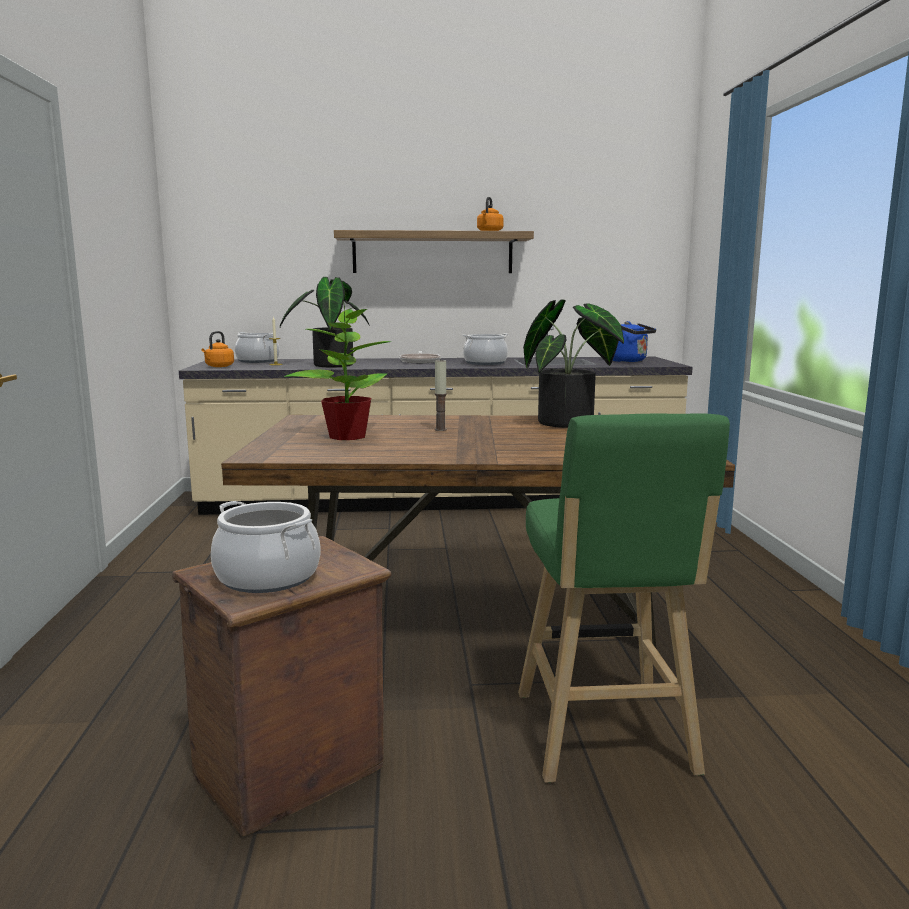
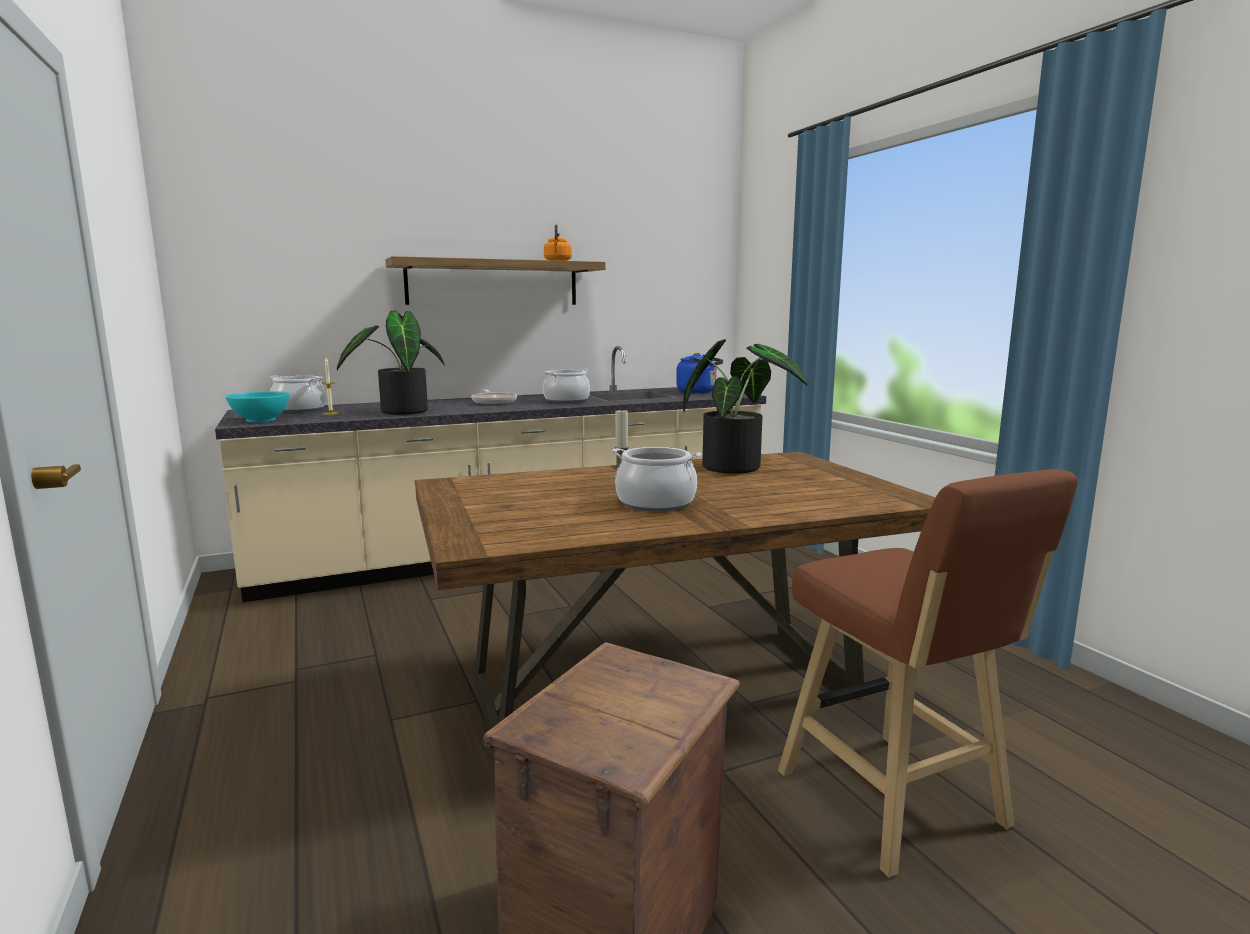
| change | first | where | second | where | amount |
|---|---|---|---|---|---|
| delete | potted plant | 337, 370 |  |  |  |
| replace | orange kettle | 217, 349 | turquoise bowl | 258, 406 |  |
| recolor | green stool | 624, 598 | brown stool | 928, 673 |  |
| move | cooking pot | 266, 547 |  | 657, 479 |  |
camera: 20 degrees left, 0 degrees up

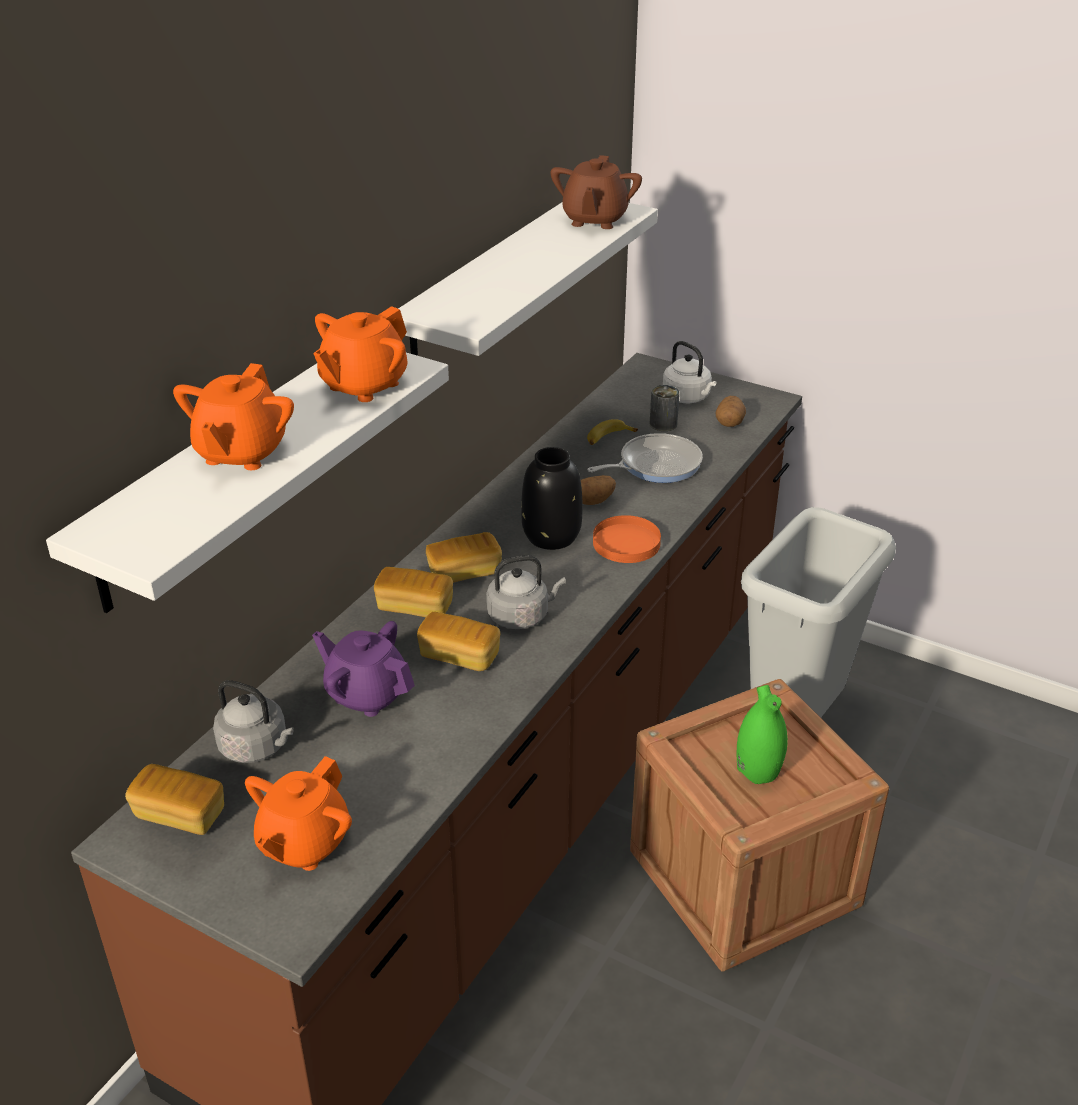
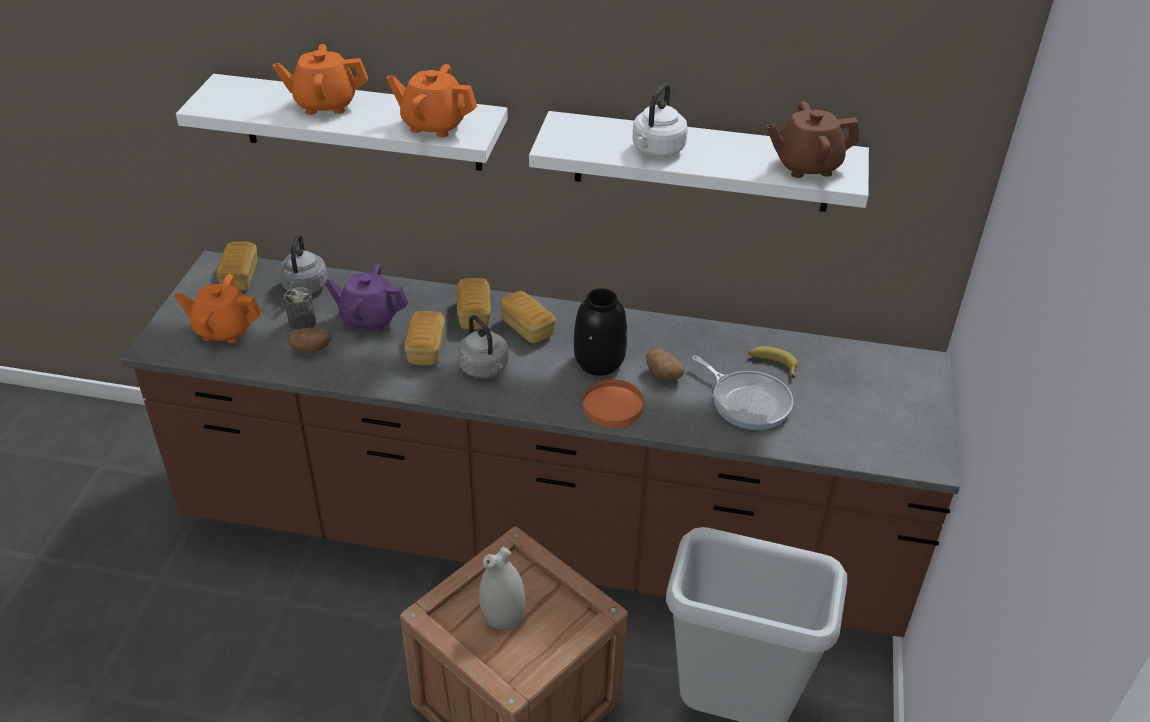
| change | first | where | second | where | amount |
|---|---|---|---|---|---|
| move | white kettle | 690, 372 |  | 660, 120 |  |
| move | can | 665, 408 |  | 300, 308 |  |
| move | potato | 730, 411 |  | 309, 340 |  |
| rotate | purple teapot | 363, 669 |  | 366, 297 | 90 degrees counterclockwise |
| recolor | green vase | 762, 734 | white vase | 502, 588 |  |
camera: 70 degrees right, 5 degrees up

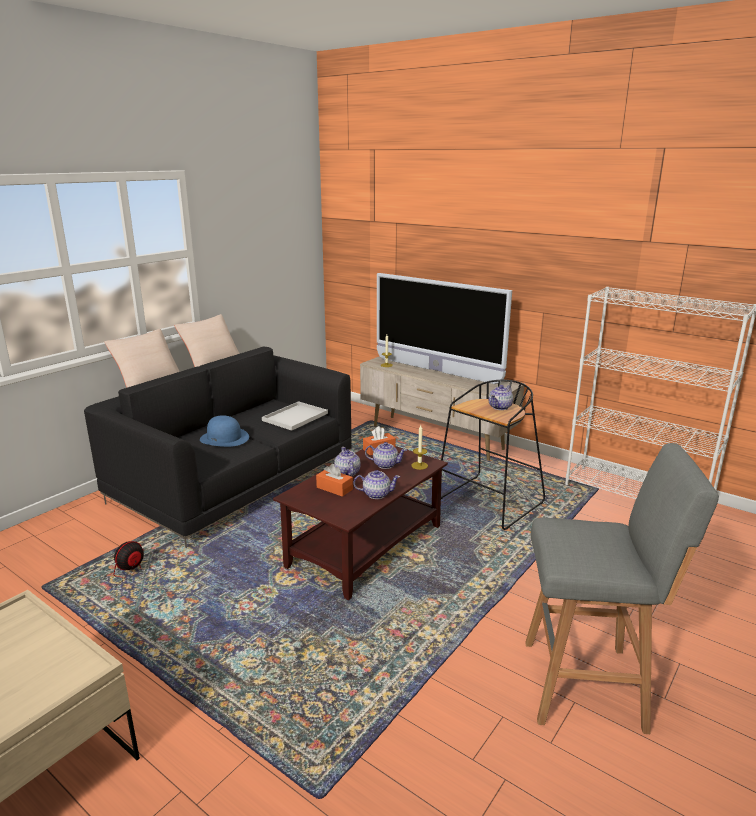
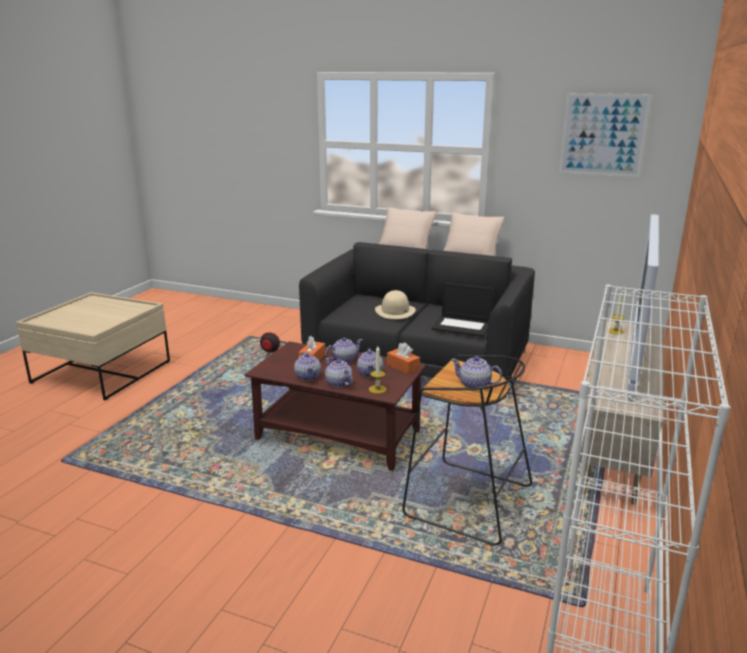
| change | first | where | second | where | amount |
|---|---|---|---|---|---|
| replace | white tray | 295, 416 | laptop | 462, 309 |  |
| recolor | blue hat | 224, 431 | beige hat | 395, 304 |  |
| delete | grey stool | 622, 588 |  |  |  |
| insert |  |  | picture | 605, 135 |  |
| insert |  |  | teapot | 339, 373 |  |
camera: 75 degrees right, 0 degrees up

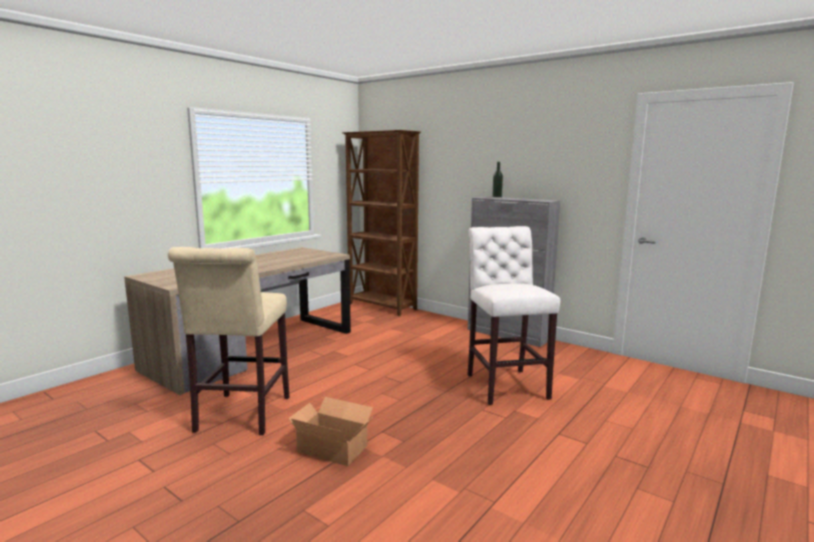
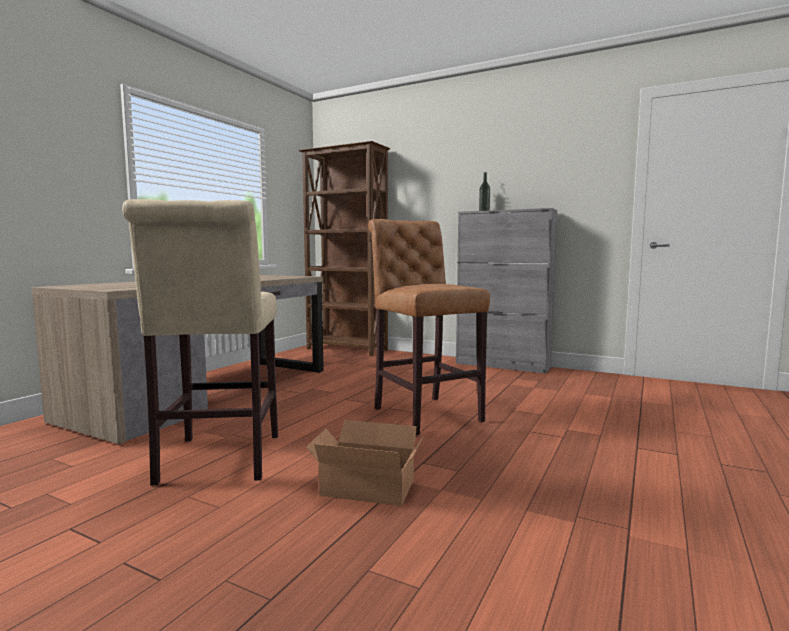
| change | first | where | second | where | amount |
|---|---|---|---|---|---|
| delete | white stool | 513, 315 |  |  |  |
| insert |  |  | brown stool | 429, 327 |  |
camera: 10 degrees left, 5 degrees down

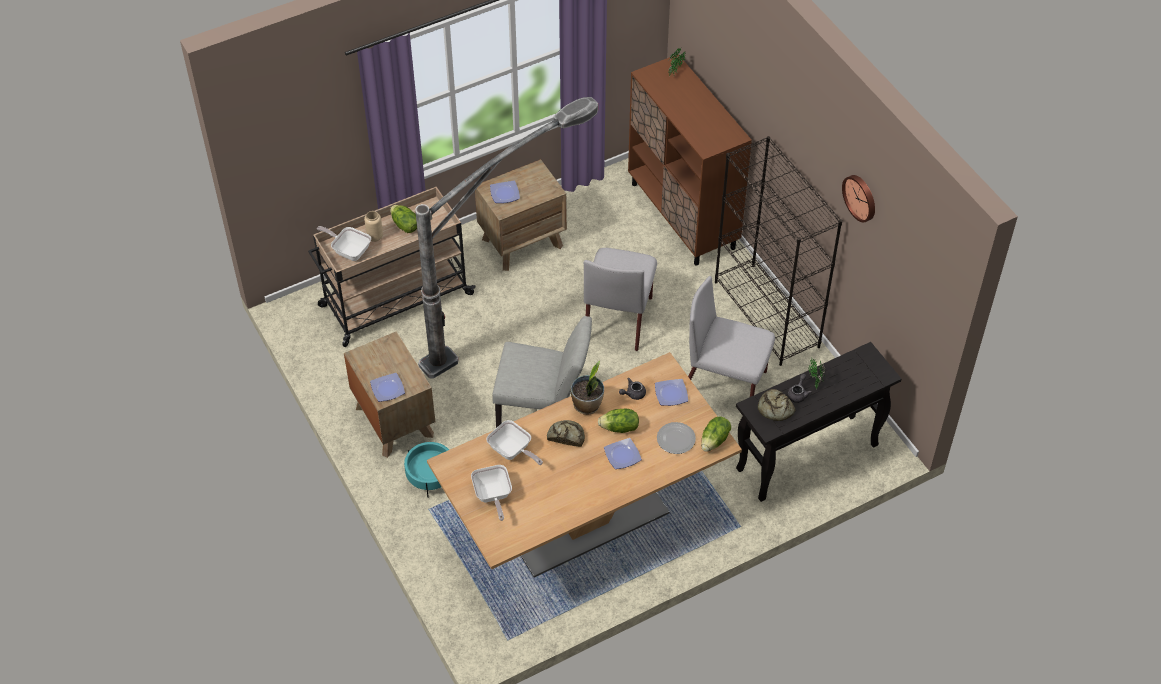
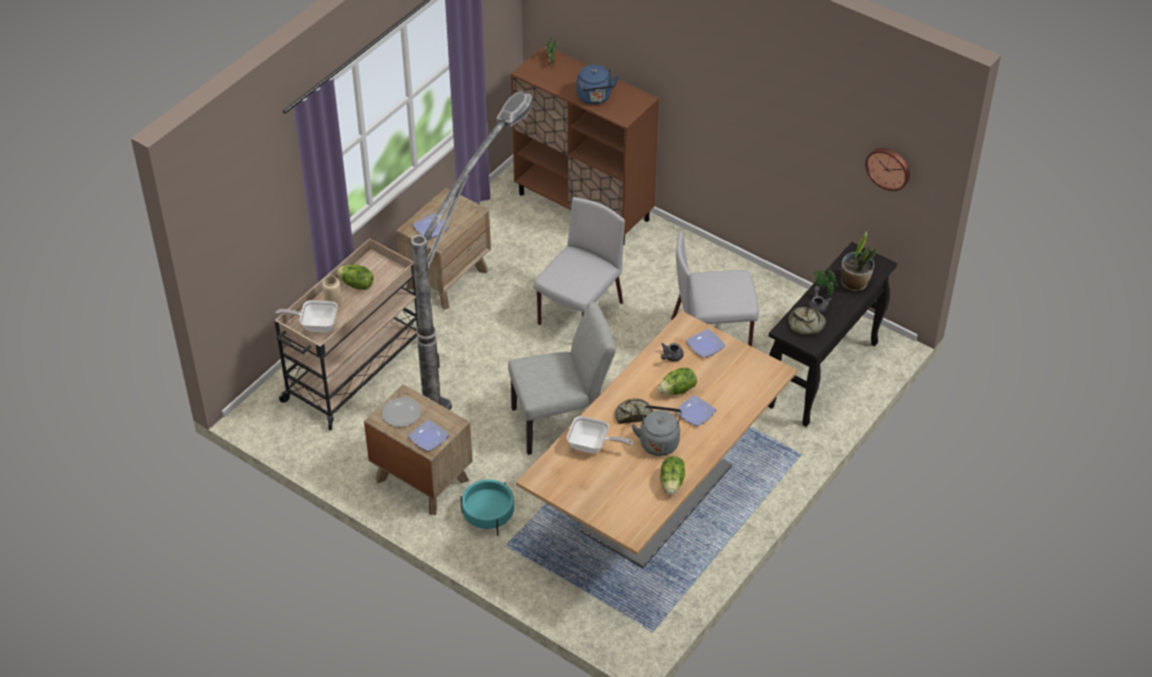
| change | first | where | second | where | amount |
|---|---|---|---|---|---|
| delete | black bookcase | 778, 251 |  |  |  |
| move | wall clock | 858, 198 |  | 887, 169 |  |
| rotate | grey chair | 620, 299 |  | 579, 261 | 135 degrees counterclockwise |
| move | potted plant | 587, 388 |  | 859, 261 |  |
| move | lettuce | 716, 434 |  | 672, 475 |  |
| move | plate | 676, 438 |  | 401, 412 |  |
| delete | frying pan | 491, 493 |  |  |  |
| insert |  |  | blue kettle | 598, 85 |  |
| insert |  |  | grey kettle | 657, 430 |  |
camera: 25 degrees left, 5 degrees down

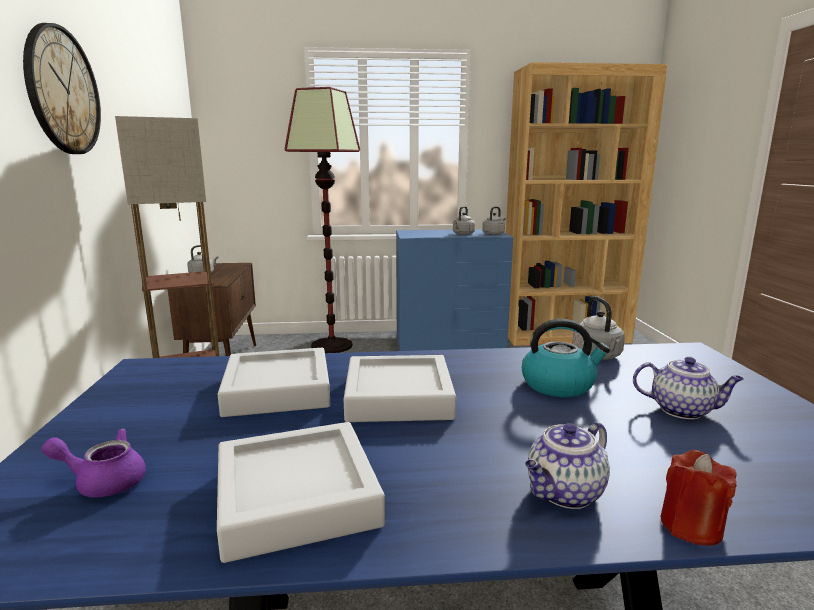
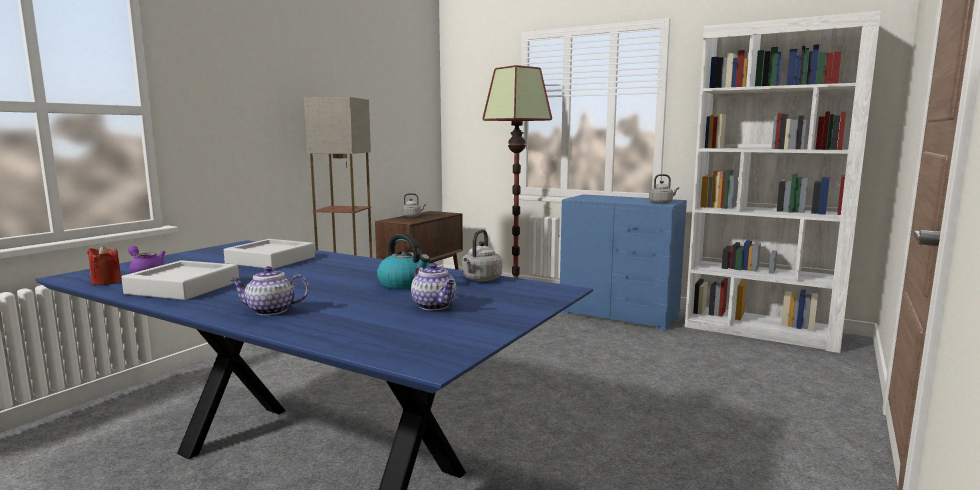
| change | first | where | second | where | amount |
|---|---|---|---|---|---|
| delete | wall clock | 62, 88 |  |  |  |
| recolor | brown bookcase | 586, 204 | white bookcase | 783, 182 |  |
| delete | grey kettle | 464, 220 |  |  |  |
| delete | grey tray | 400, 388 |  |  |  |
| move | red candle | 699, 498 |  | 104, 265 |  |
camera: 35 degrees right, 5 degrees down

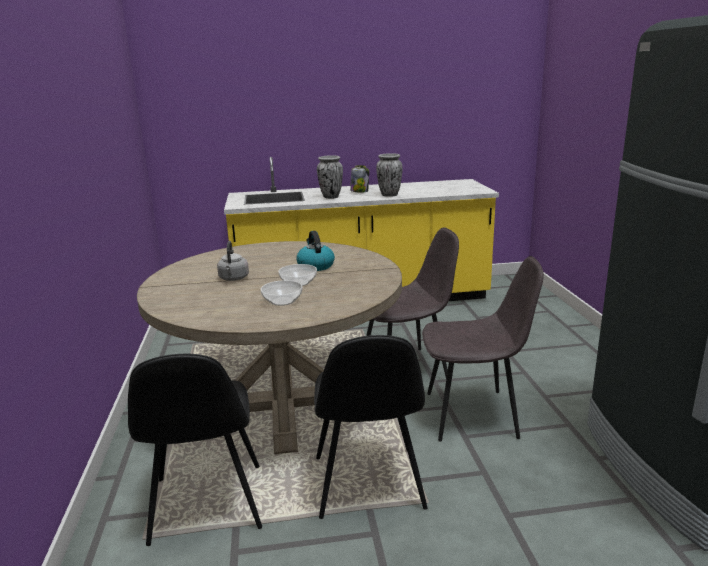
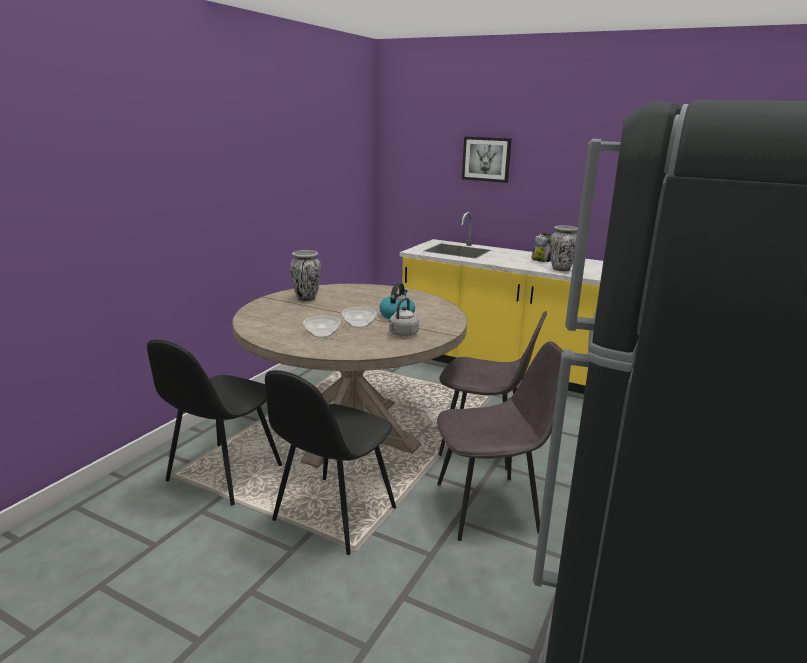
| change | first | where | second | where | amount |
|---|---|---|---|---|---|
| move | vase | 330, 177 |  | 305, 276 |  |
| move | grey kettle | 233, 261 |  | 404, 317 |  |
| rotate | grey chair | 483, 348 |  | 500, 441 | 45 degrees counterclockwise |
| insert |  |  | picture | 487, 159 |  |
camera: 35 degrees right, 0 degrees up

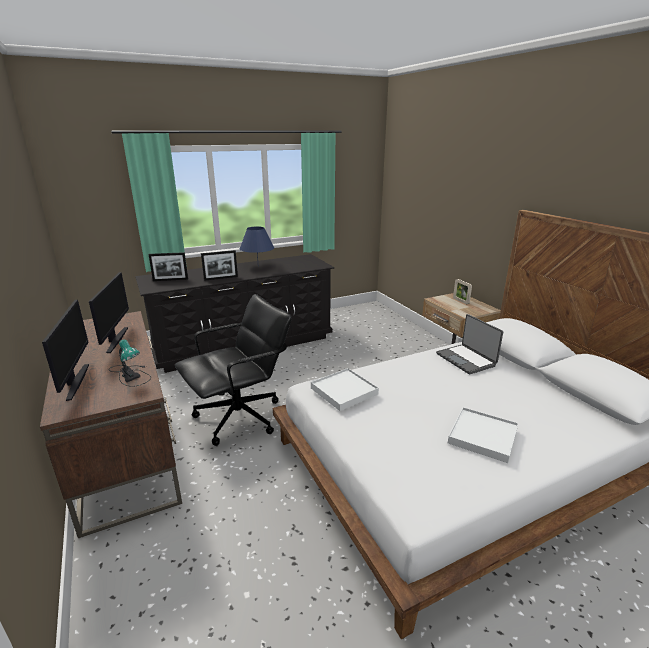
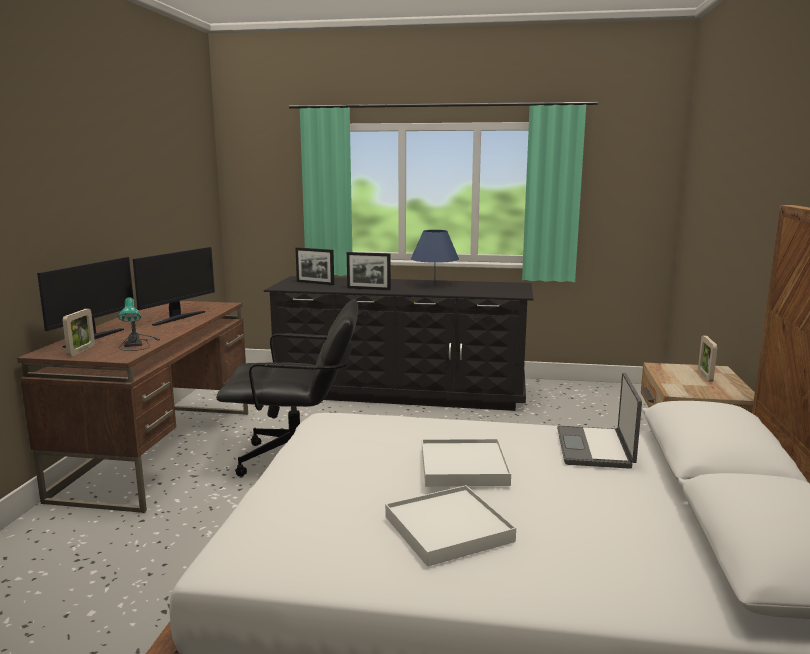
| change | first | where | second | where | amount |
|---|---|---|---|---|---|
| move | white tray | 345, 389 |  | 466, 463 |  |
| insert |  |  | picture frame | 79, 332 |  |
camera: 35 degrees right, 10 degrees down

